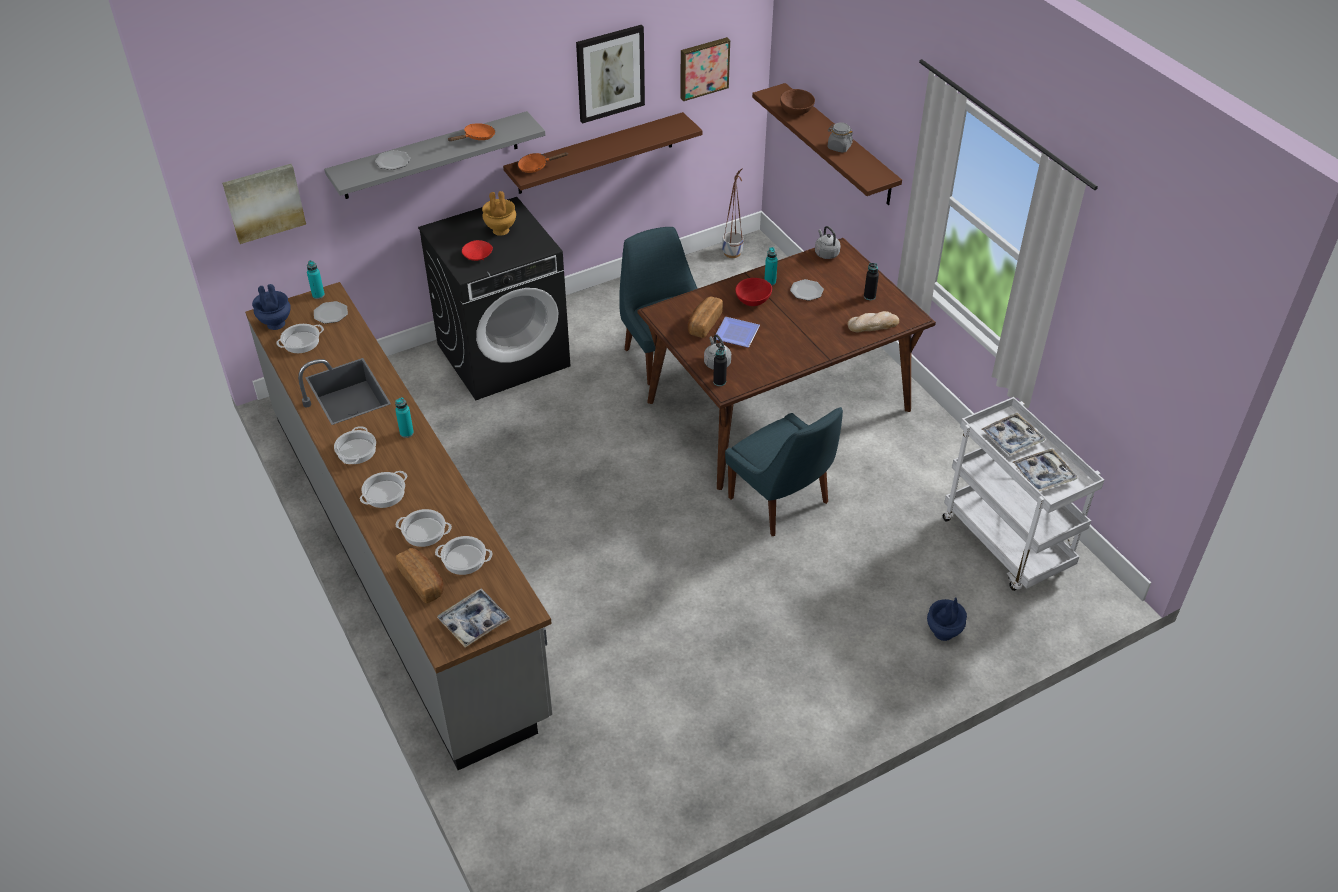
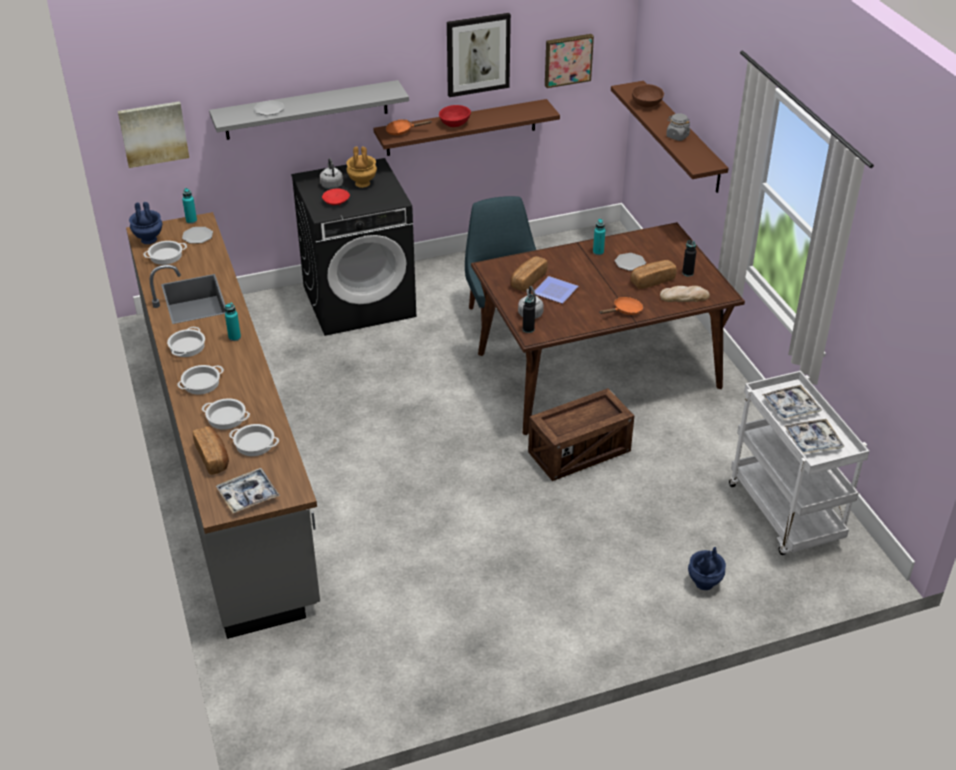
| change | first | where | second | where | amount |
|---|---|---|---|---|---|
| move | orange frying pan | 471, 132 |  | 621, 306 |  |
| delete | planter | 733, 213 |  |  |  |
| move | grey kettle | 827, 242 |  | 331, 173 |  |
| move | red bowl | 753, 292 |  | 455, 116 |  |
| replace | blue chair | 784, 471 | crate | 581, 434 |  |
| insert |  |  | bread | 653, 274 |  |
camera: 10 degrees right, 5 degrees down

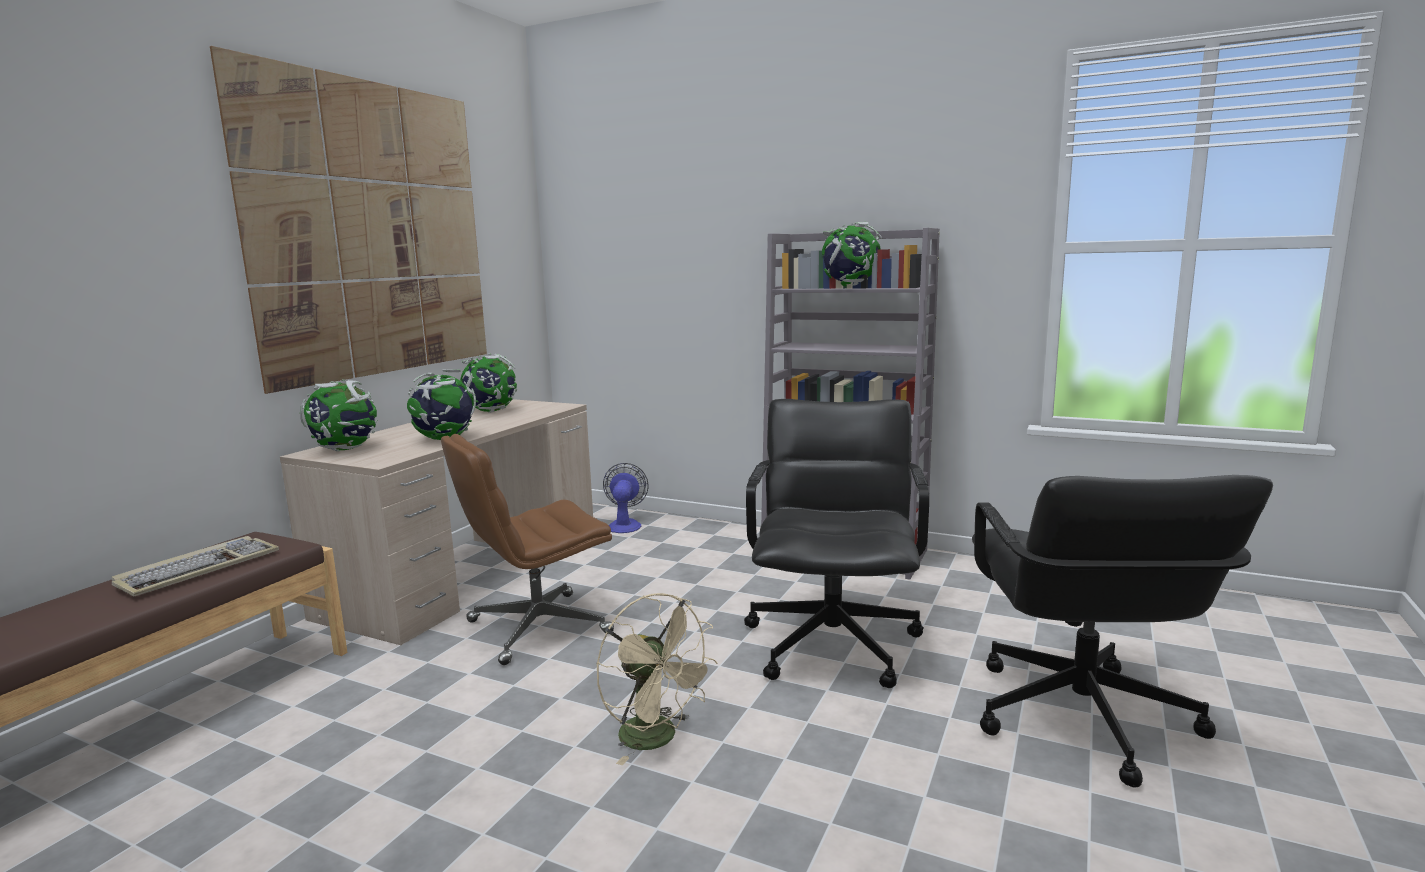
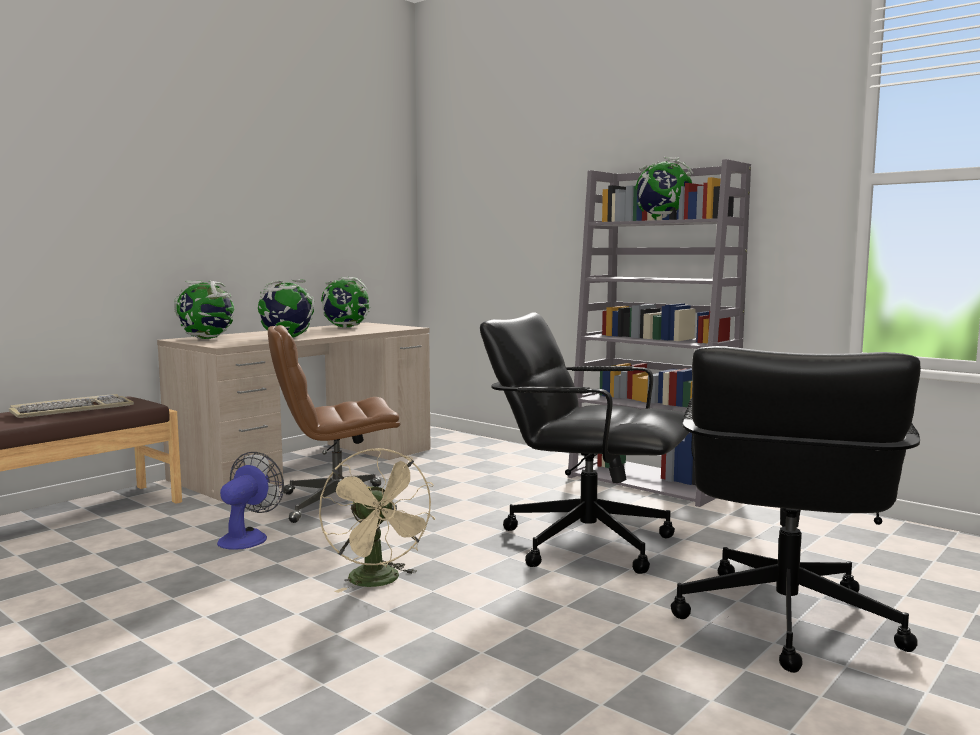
| change | first | where | second | where | amount |
|---|---|---|---|---|---|
| delete | picture | 348, 220 |  |  |  |
| rotate | black office chair | 836, 543 |  | 584, 443 | 90 degrees counterclockwise |
| move | fan | 626, 498 |  | 250, 501 |  |
camera: 15 degrees right, 5 degrees down

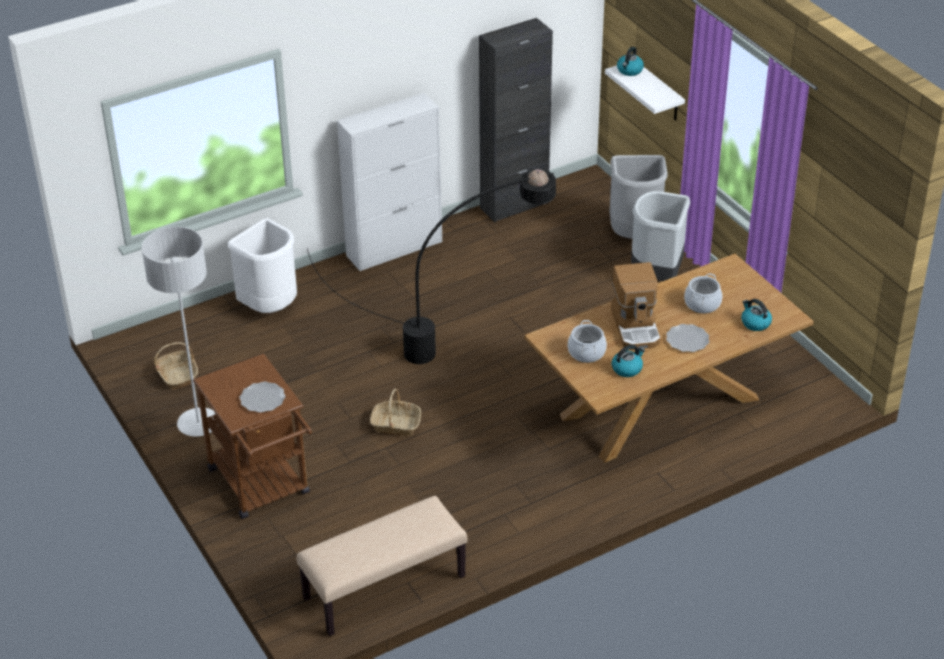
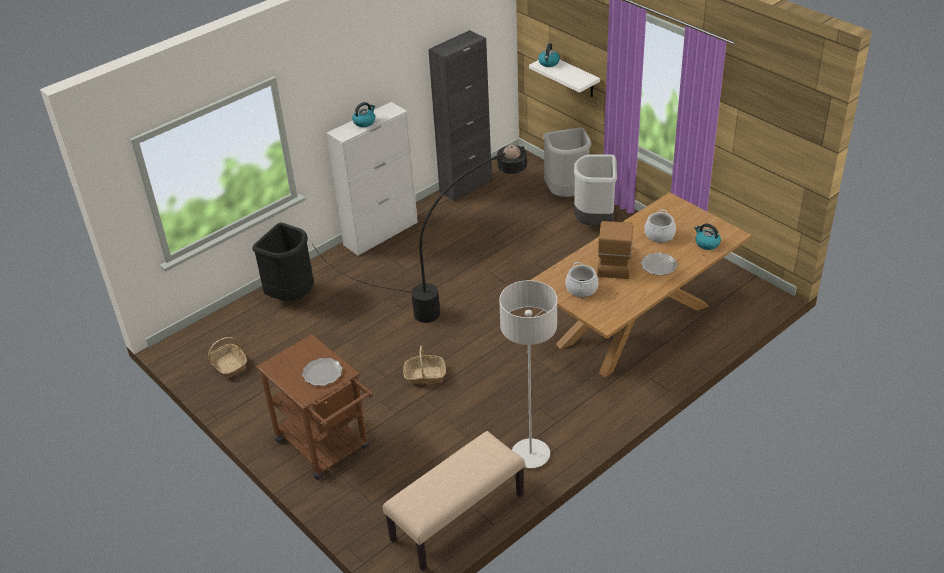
| change | first | where | second | where | amount |
|---|---|---|---|---|---|
| recolor | white trash can | 262, 265 | black trash can | 283, 262 |  |
| move | grey floor lamp | 179, 332 |  | 528, 374 |  |
| rotate | coffee machine | 636, 306 |  | 615, 250 | 150 degrees counterclockwise |
| move | kettle | 628, 361 |  | 363, 114 |  |
camera: 10 degrees left, 0 degrees up

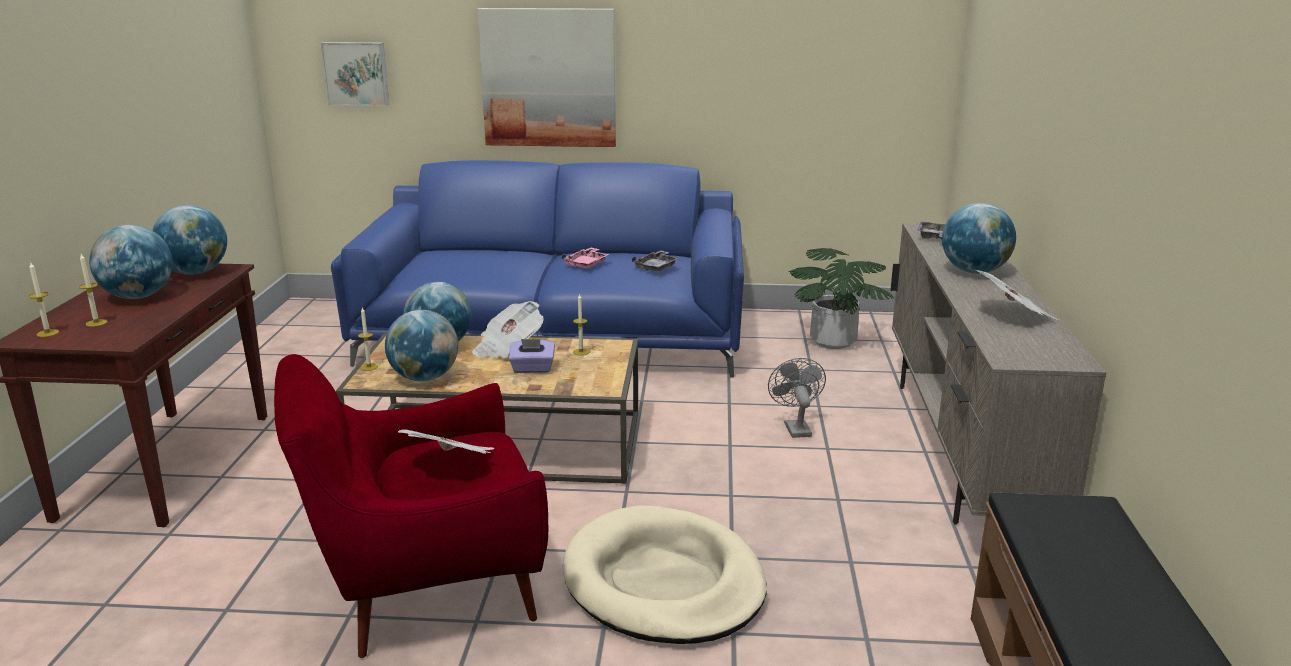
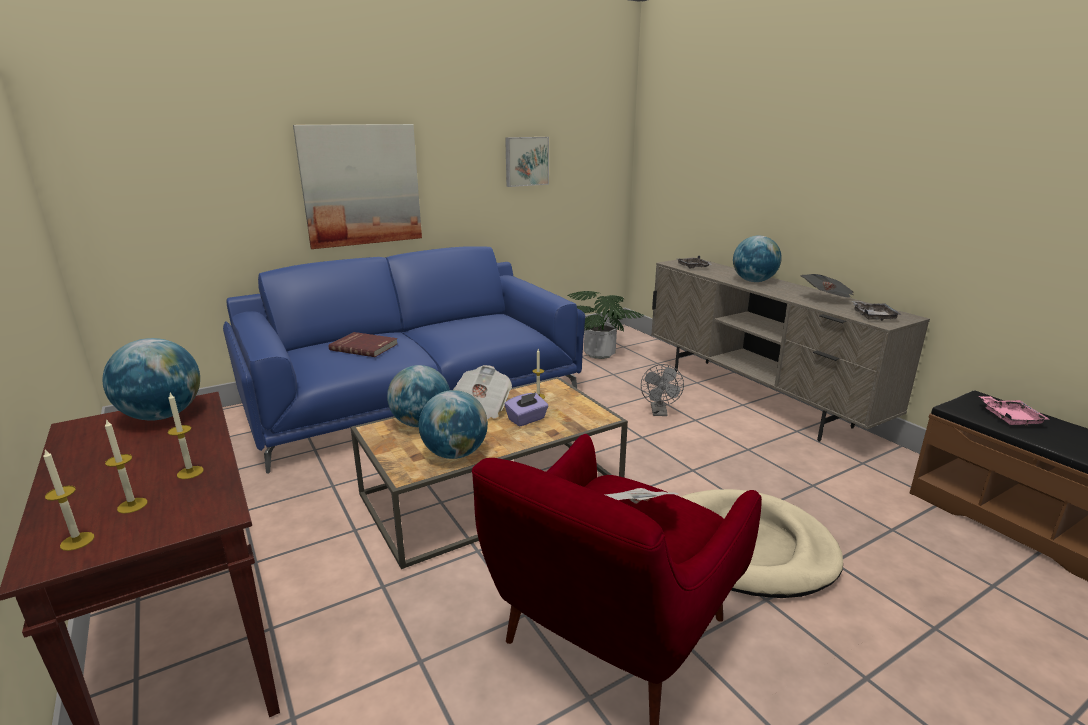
| change | first | where | second | where | amount |
|---|---|---|---|---|---|
| move | picture | 355, 74 |  | 527, 162 |  |
| delete | globe | 131, 262 |  |  |  |
| move | pink tray | 585, 257 |  | 1014, 411 |  |
| move | grey tray | 655, 260 |  | 877, 311 |  |
| move | candle | 368, 339 |  | 186, 436 |  |
| rotate | grey fan | 797, 398 |  | 662, 390 | 135 degrees counterclockwise |
| insert |  |  | red book | 363, 344 |  |
camera: 35 degrees left, 0 degrees up

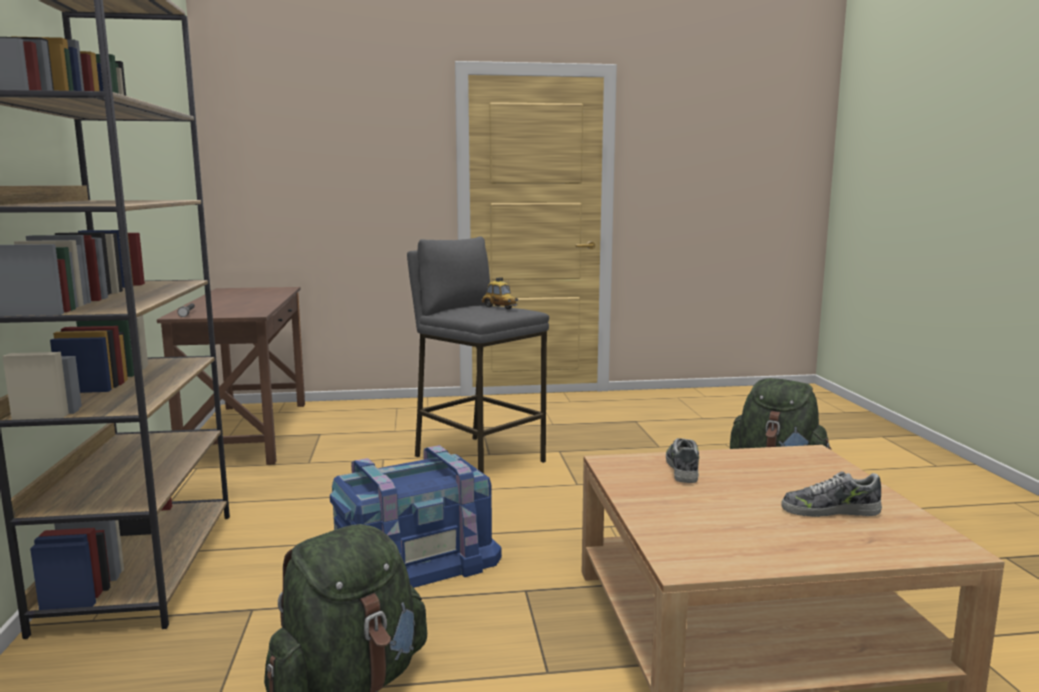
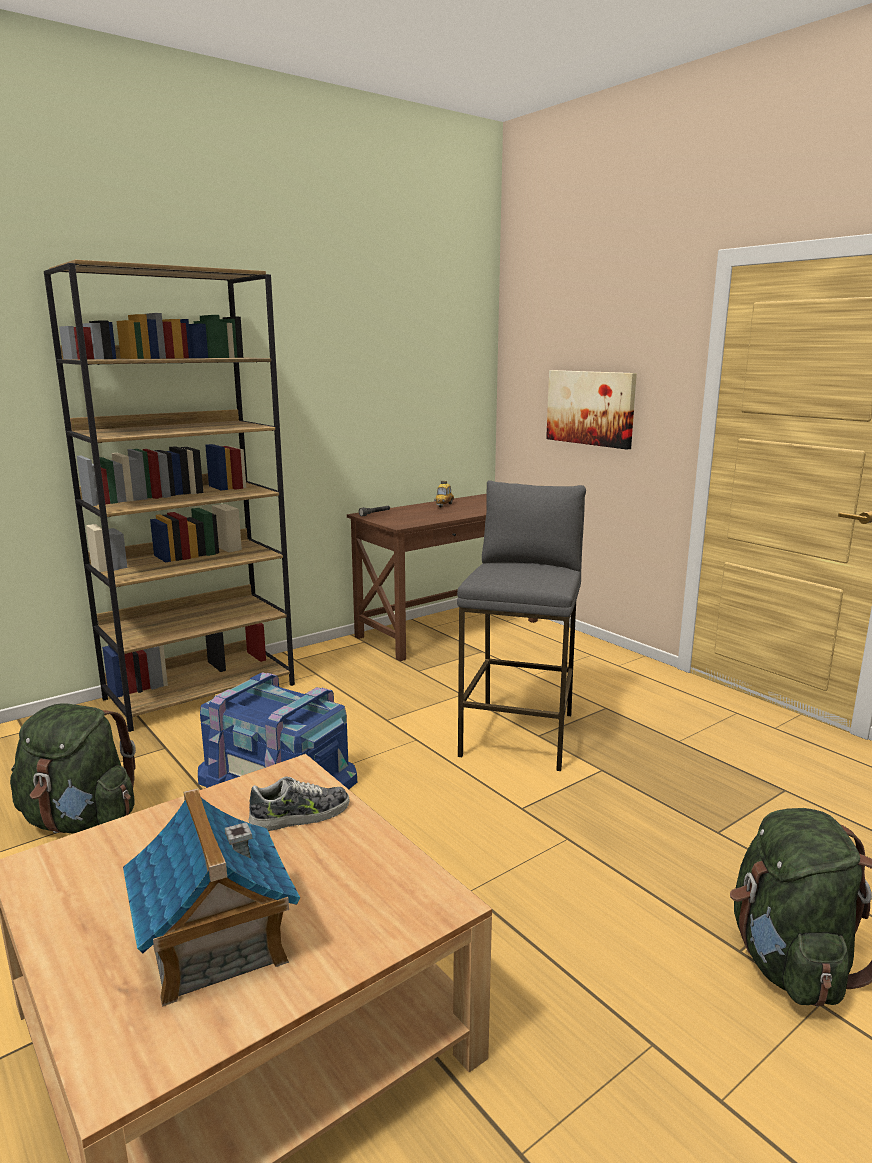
| change | first | where | second | where | amount |
|---|---|---|---|---|---|
| move | toy car | 499, 293 |  | 444, 494 |  |
| replace | shoe | 831, 494 | toy house | 211, 897 |  |
| insert |  |  | picture | 591, 410 |  |
camera: 60 degrees right, 5 degrees up

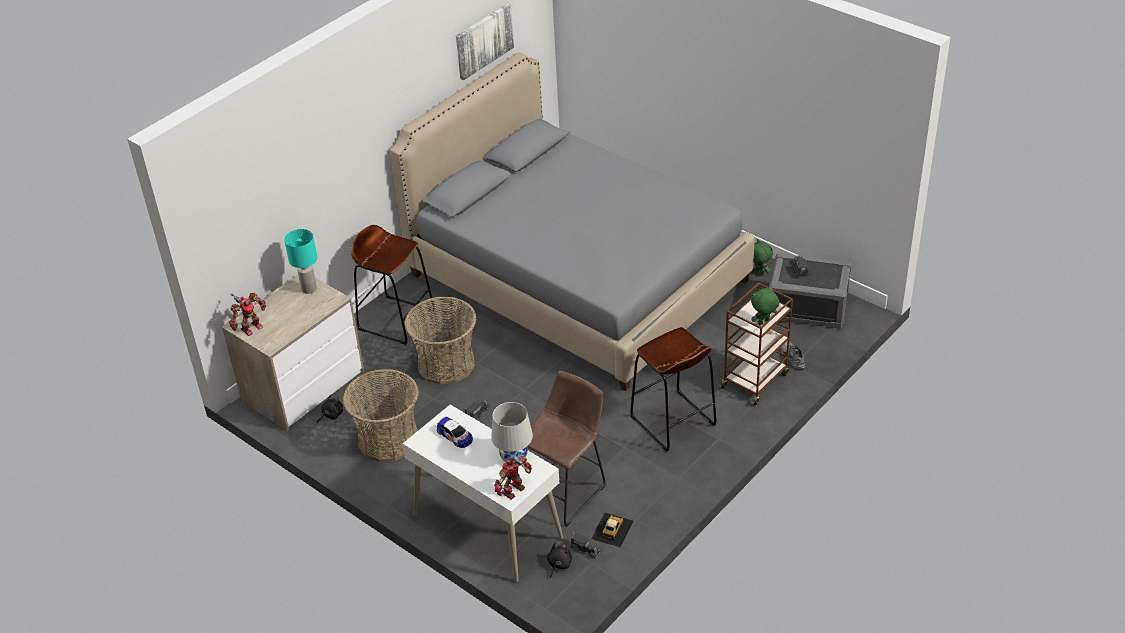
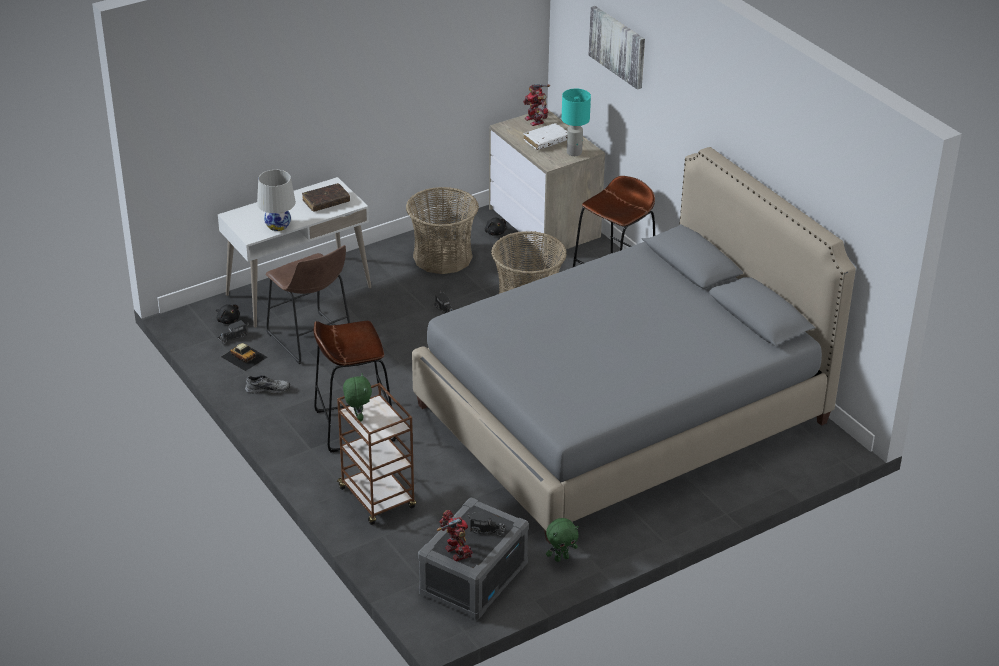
| change | first | where | second | where | amount |
|---|---|---|---|---|---|
| move | picture | 485, 42 |  | 617, 48 |  |
| move | grey shoe | 793, 355 |  | 267, 384 |  |
| replace | toy car | 455, 432 | brown book | 326, 197 |  |
| move | toy robot | 513, 477 |  | 455, 536 |  |
| insert |  |  | white book | 545, 136 |  |
camera: 105 degrees right, 5 degrees down

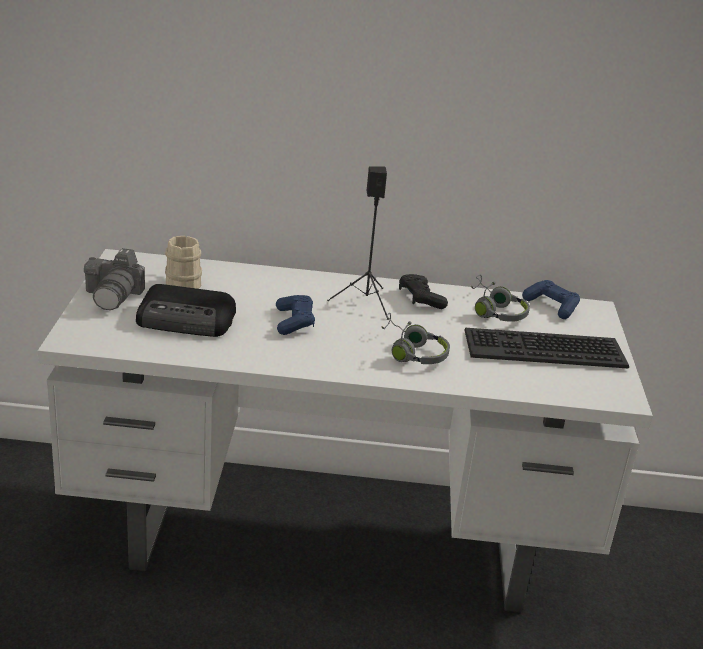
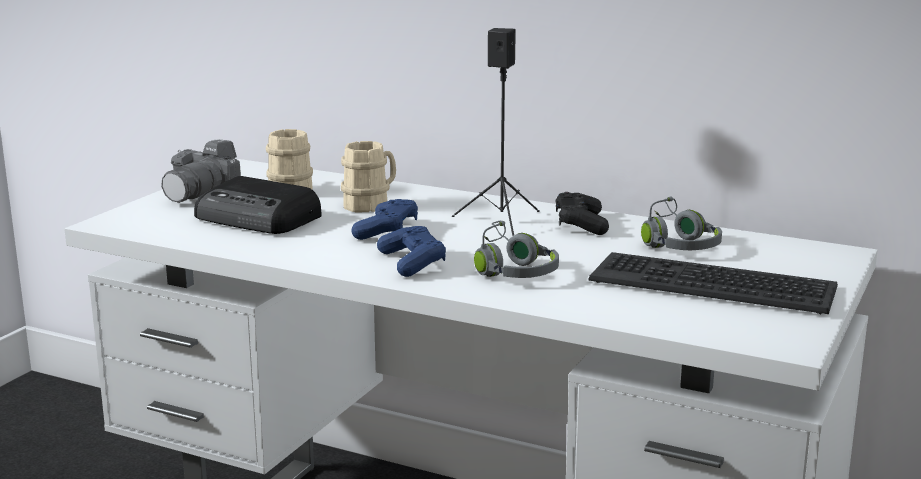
| change | first | where | second | where | amount |
|---|---|---|---|---|---|
| move | blue game controller | 551, 299 |  | 411, 251 |  |
| insert |  |  | beige mug | 368, 176 |  |
camera: 25 degrees right, 10 degrees down

